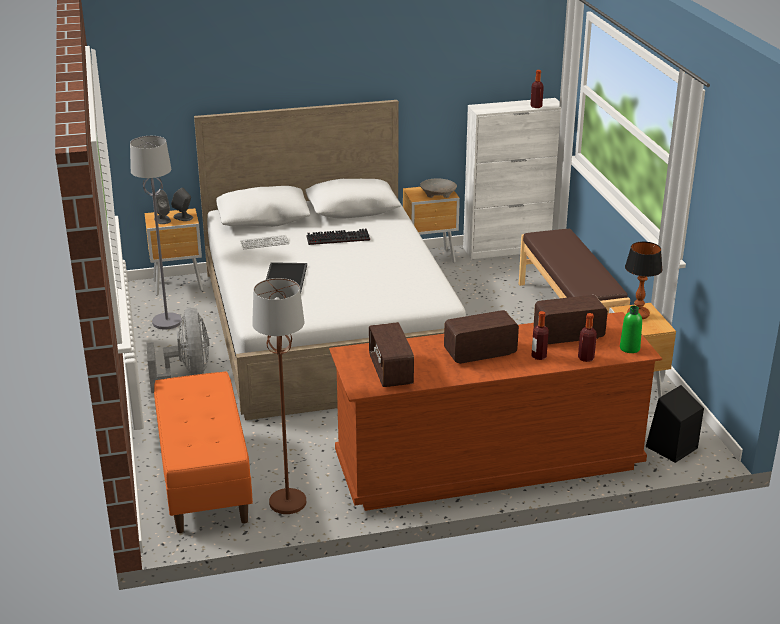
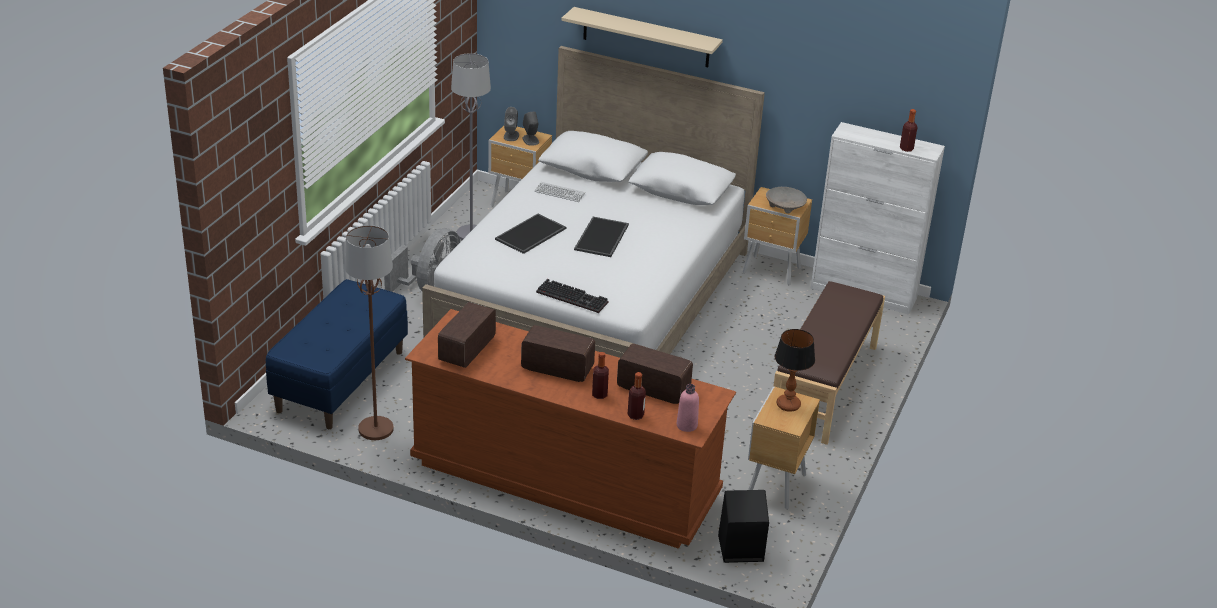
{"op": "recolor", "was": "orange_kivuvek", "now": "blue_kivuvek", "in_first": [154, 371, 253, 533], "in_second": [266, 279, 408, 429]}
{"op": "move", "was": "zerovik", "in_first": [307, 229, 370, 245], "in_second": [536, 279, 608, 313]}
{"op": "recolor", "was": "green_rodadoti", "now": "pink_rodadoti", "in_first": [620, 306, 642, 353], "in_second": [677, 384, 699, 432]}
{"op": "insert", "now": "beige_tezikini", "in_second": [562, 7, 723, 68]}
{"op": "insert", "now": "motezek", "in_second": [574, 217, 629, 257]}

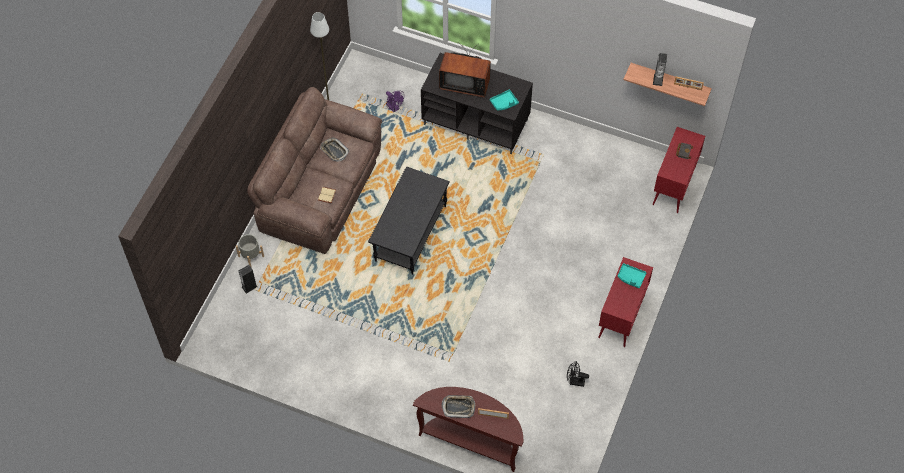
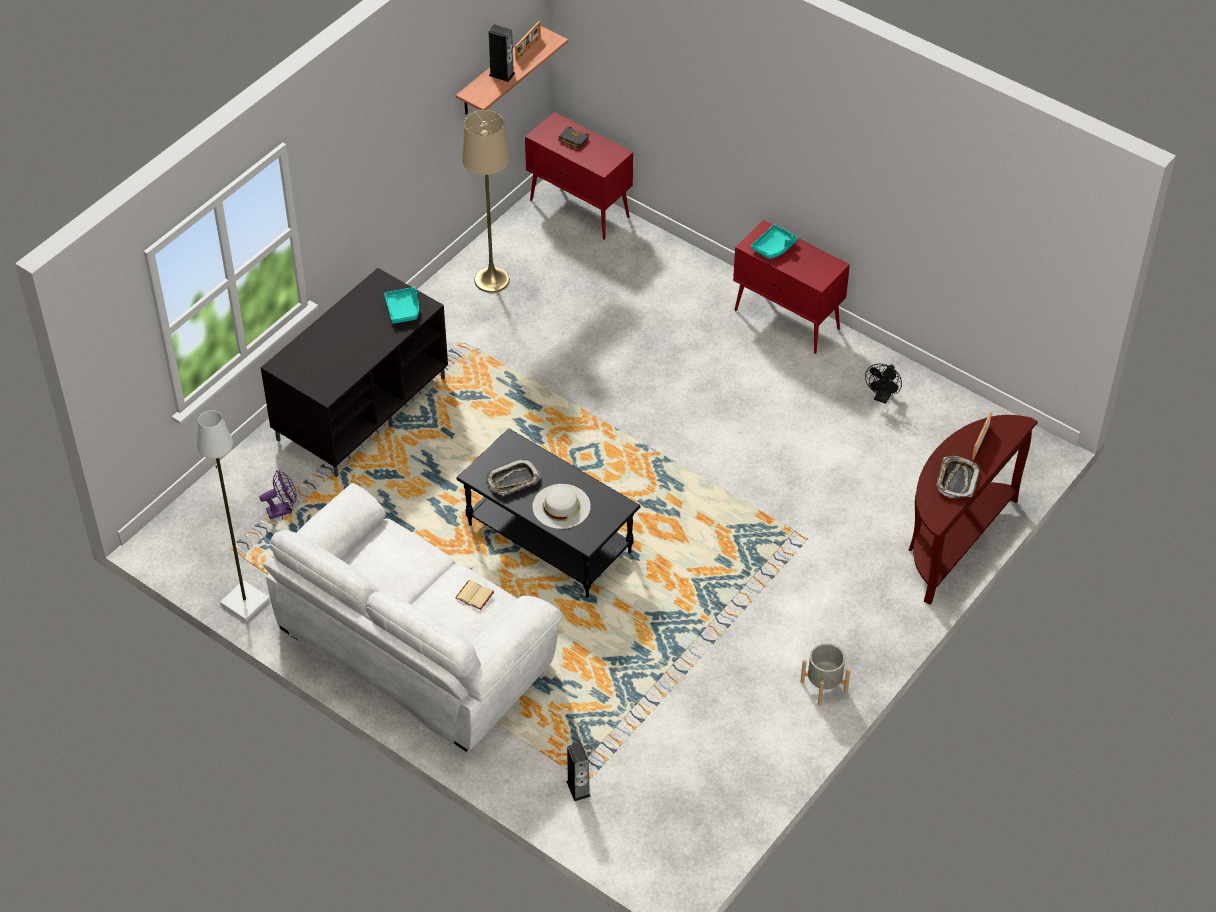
{"op": "move", "was": "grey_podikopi", "in_first": [236, 234, 264, 267], "in_second": [800, 643, 850, 706]}
{"op": "recolor", "was": "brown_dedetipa", "now": "white_dedetipa", "in_first": [247, 87, 382, 254], "in_second": [263, 483, 562, 752]}
{"op": "move", "was": "motezek", "in_first": [320, 138, 349, 162], "in_second": [486, 458, 540, 495]}
{"op": "delete", "was": "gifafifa", "in_first": [439, 43, 491, 97]}
{"op": "insert", "now": "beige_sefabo", "in_second": [462, 110, 510, 293]}
{"op": "insert", "now": "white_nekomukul", "in_second": [532, 484, 591, 529]}

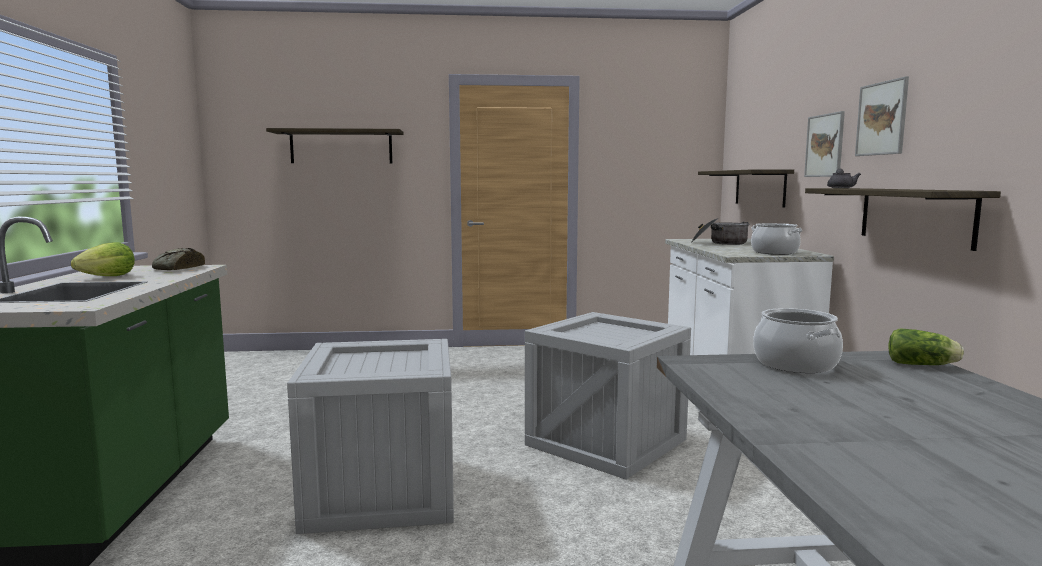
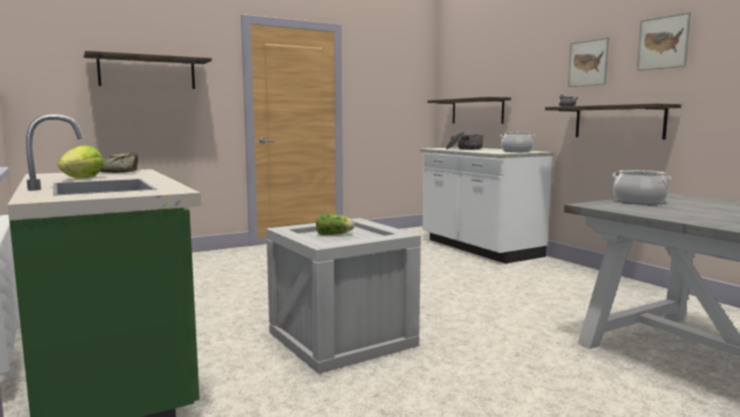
{"op": "delete", "was": "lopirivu", "in_first": [525, 312, 691, 480]}
{"op": "move", "was": "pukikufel", "in_first": [804, 111, 845, 177], "in_second": [637, 12, 691, 71]}
{"op": "move", "was": "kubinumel", "in_first": [888, 328, 964, 365], "in_second": [316, 214, 354, 235]}

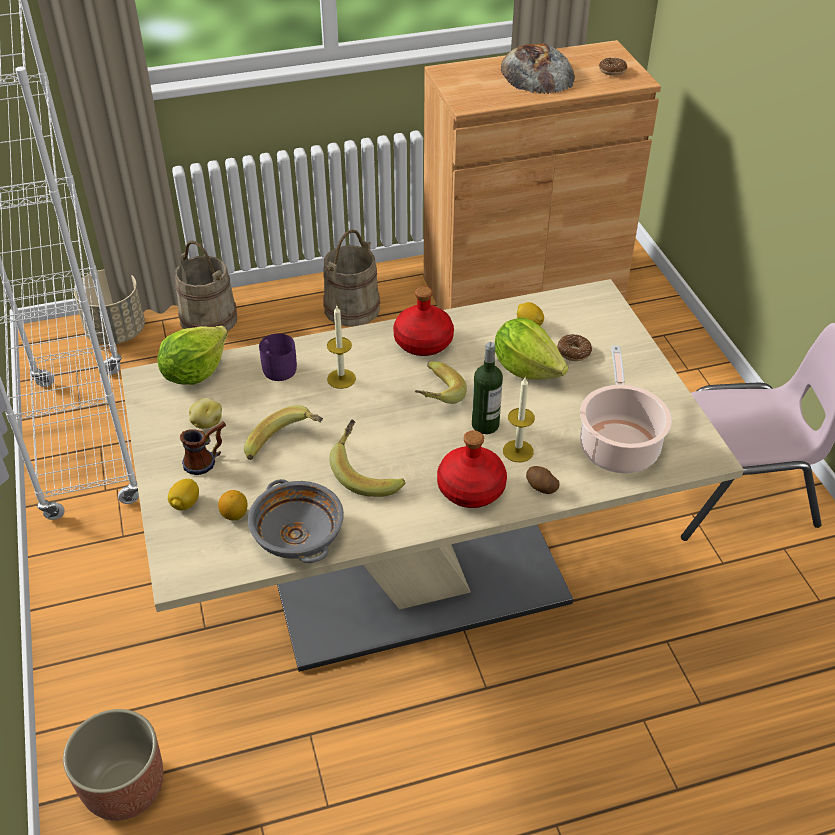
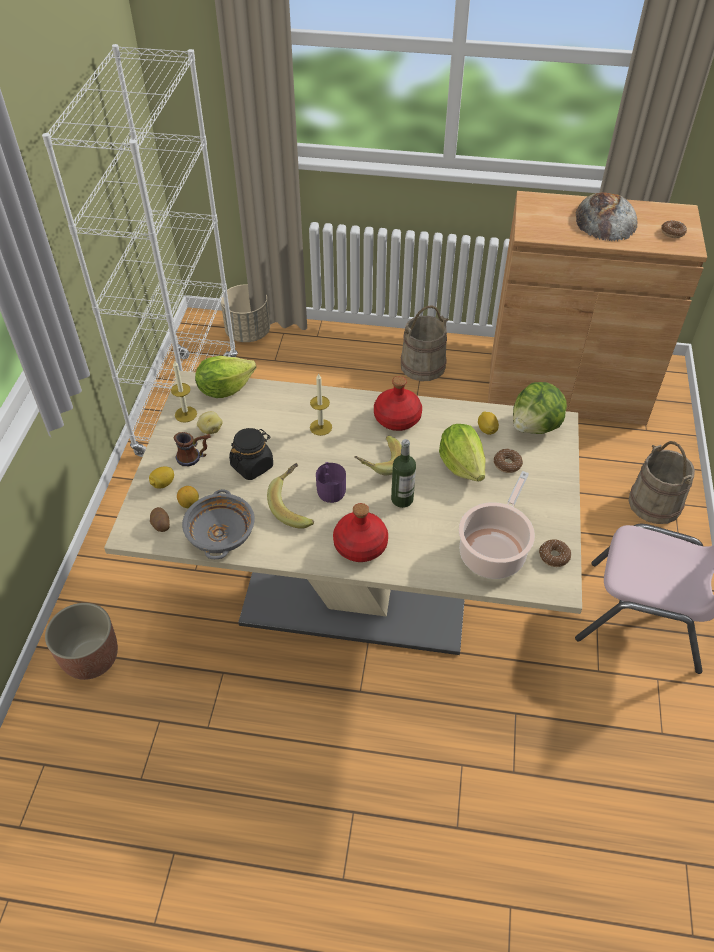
{"op": "move", "was": "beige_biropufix", "in_first": [174, 241, 237, 332], "in_second": [629, 441, 695, 524]}
{"op": "replace", "was": "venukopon", "now": "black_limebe", "in_first": [244, 405, 323, 460], "in_second": [229, 428, 273, 480]}
{"op": "move", "was": "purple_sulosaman", "in_first": [259, 333, 297, 381], "in_second": [316, 462, 346, 503]}
{"op": "move", "was": "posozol", "in_first": [503, 376, 535, 462], "in_second": [171, 360, 197, 423]}
{"op": "move", "was": "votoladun", "in_first": [526, 466, 560, 494], "in_second": [150, 507, 170, 532]}
{"op": "insert", "now": "kubinumel", "in_second": [513, 382, 567, 434]}
{"op": "insert", "now": "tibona", "in_second": [539, 539, 571, 567]}

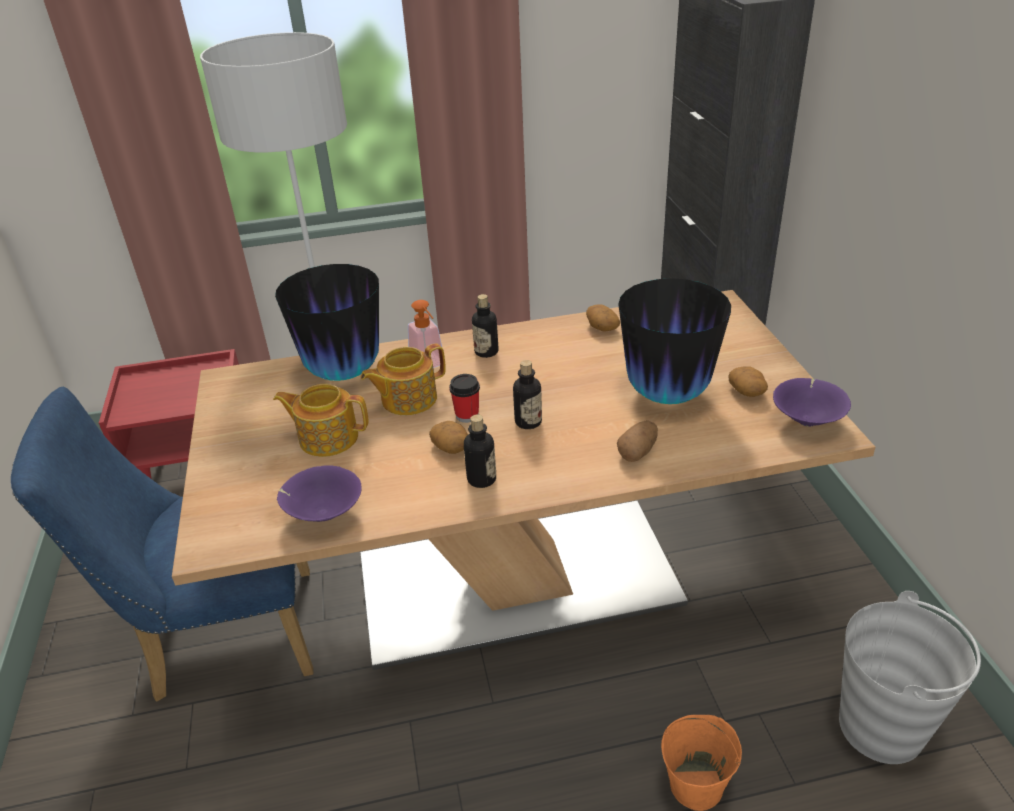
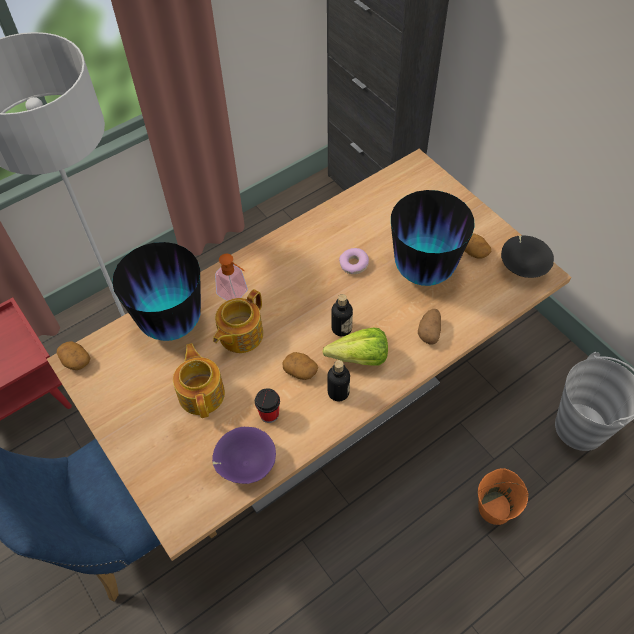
{"op": "rotate", "was": "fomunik", "in_first": [273, 384, 369, 457], "in_second": [173, 343, 225, 418], "clockwise": 90}
{"op": "move", "was": "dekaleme", "in_first": [449, 374, 480, 423], "in_second": [255, 388, 280, 423]}
{"op": "delete", "was": "rodadoti", "in_first": [472, 294, 499, 358]}
{"op": "move", "was": "votoladun", "in_first": [586, 304, 620, 332], "in_second": [57, 341, 91, 370]}
{"op": "recolor", "was": "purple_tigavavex", "now": "black_tigavavex", "in_first": [773, 378, 851, 427], "in_second": [501, 235, 554, 278]}
{"op": "insert", "now": "kubinumel", "in_second": [322, 328, 388, 366]}
{"op": "insert", "now": "tibona", "in_second": [339, 248, 369, 274]}

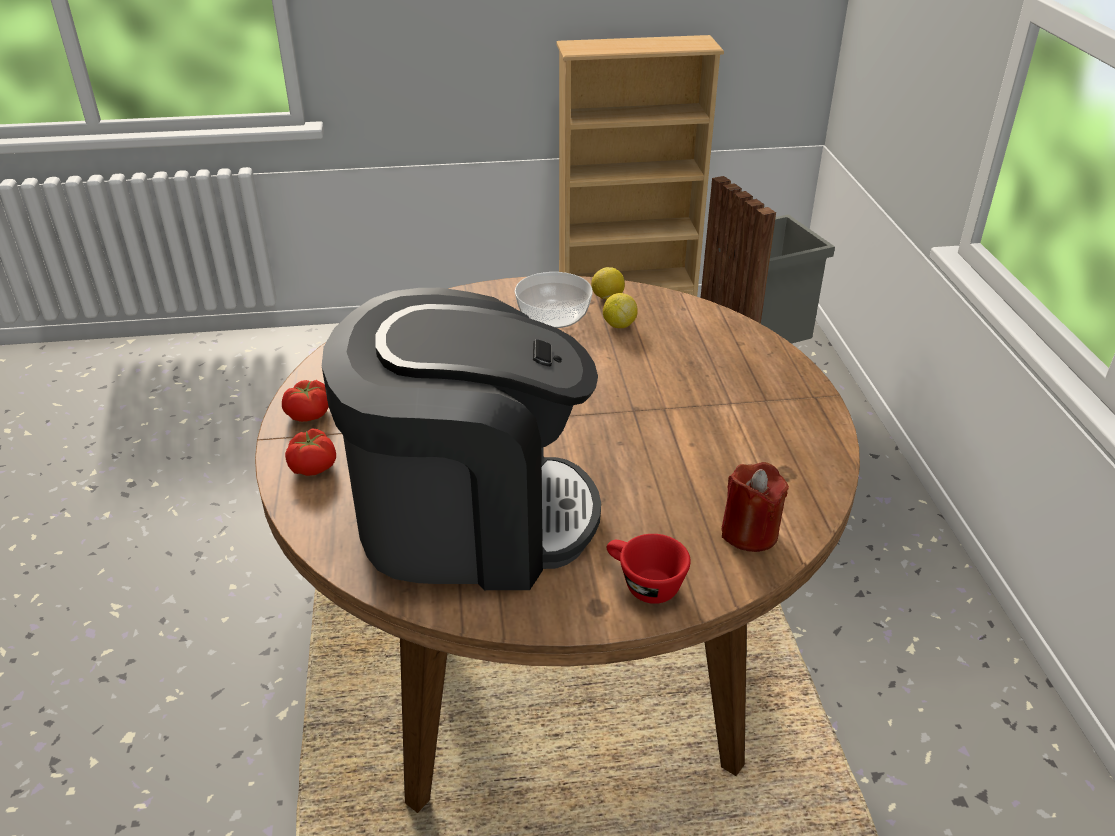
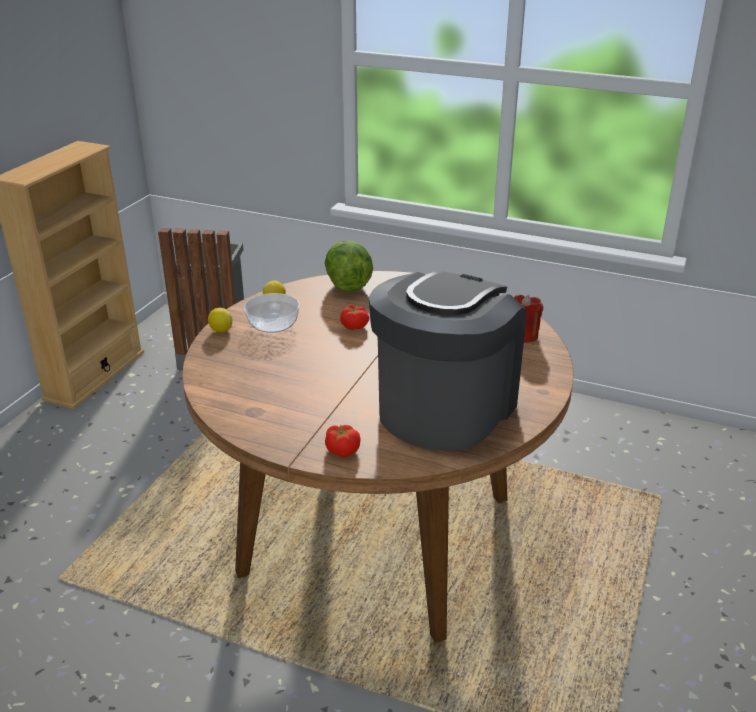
{"op": "move", "was": "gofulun", "in_first": [282, 380, 329, 422], "in_second": [340, 304, 370, 330]}
{"op": "move", "was": "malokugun", "in_first": [603, 293, 638, 328], "in_second": [208, 308, 232, 332]}
{"op": "delete", "was": "red_dekaleme", "in_first": [607, 534, 691, 604]}
{"op": "insert", "now": "kubinumel", "in_second": [325, 240, 373, 292]}

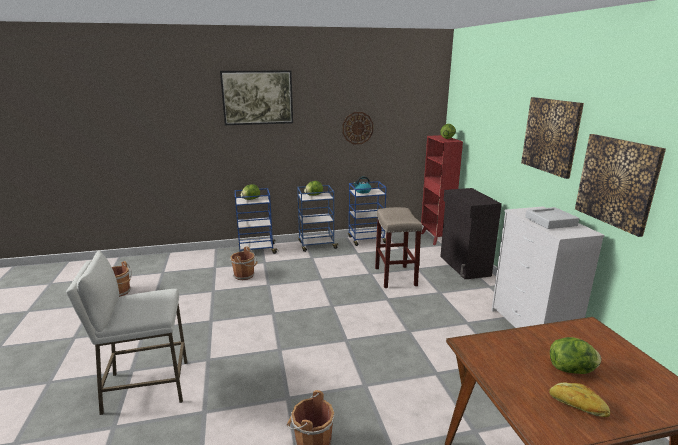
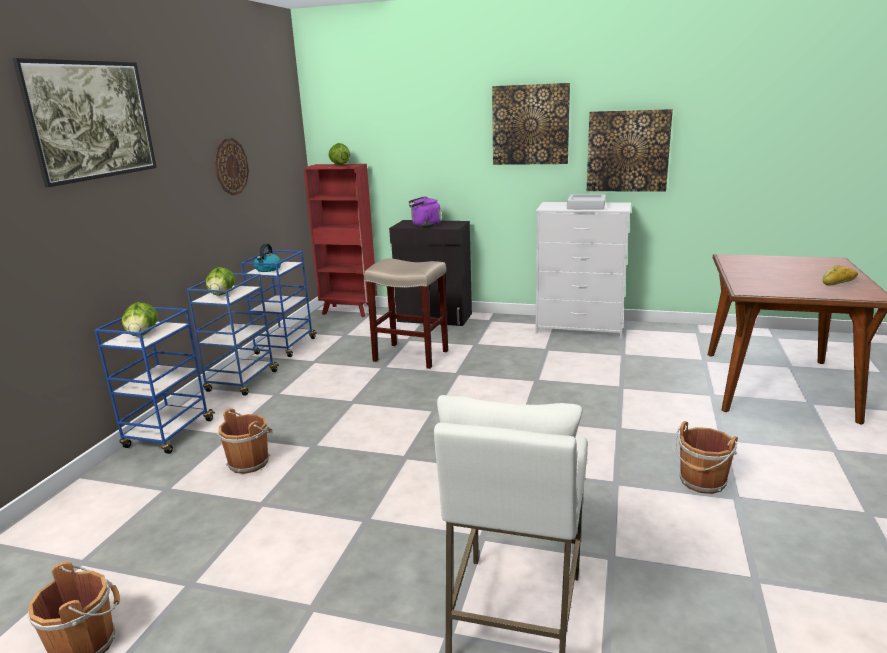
{"op": "delete", "was": "kubinumel", "in_first": [550, 337, 601, 374]}
{"op": "insert", "now": "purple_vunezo", "in_second": [409, 196, 441, 227]}

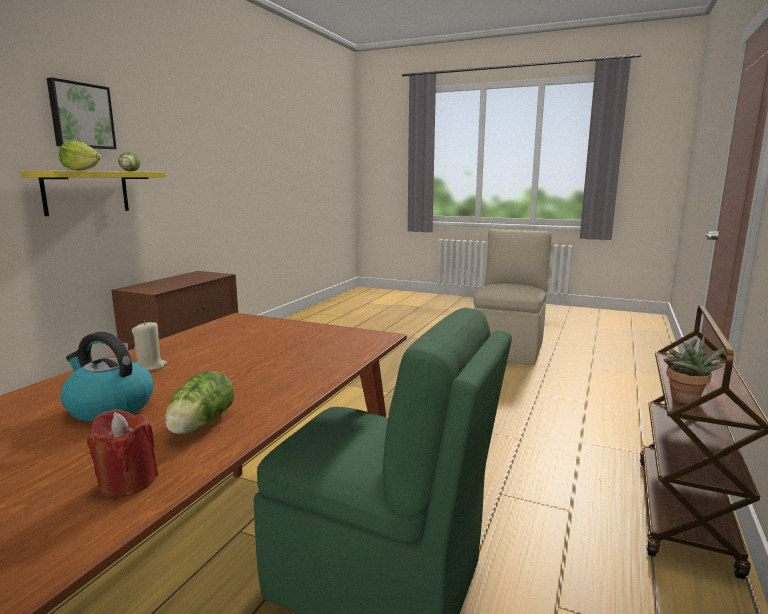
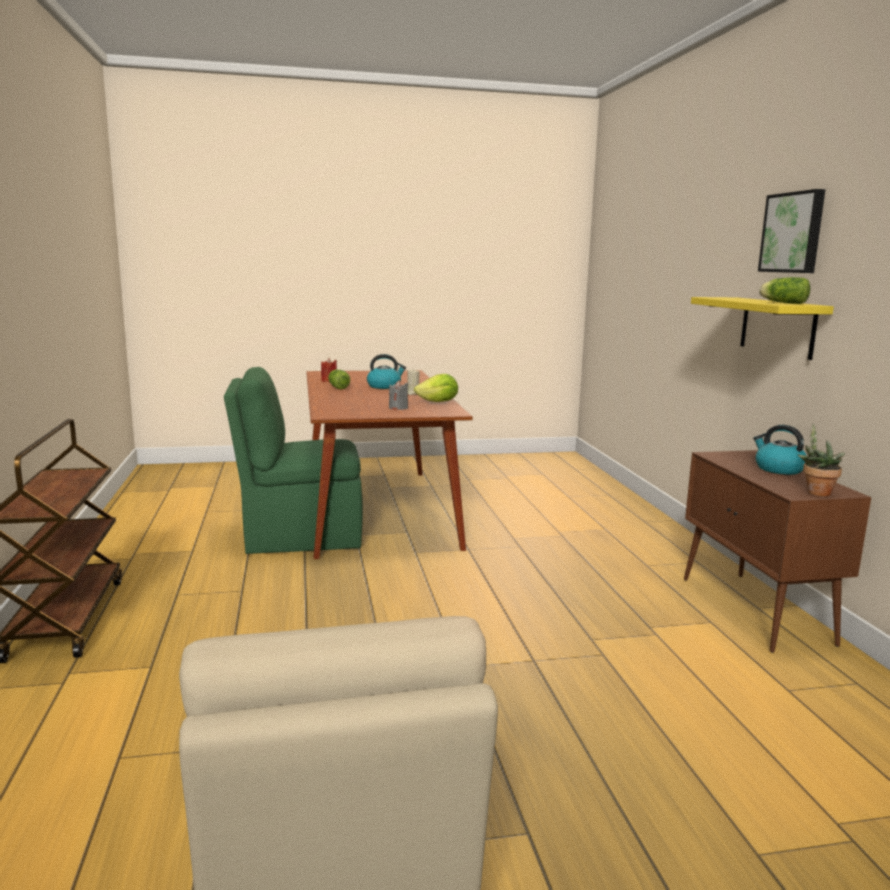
{"op": "move", "was": "kubinumel", "in_first": [59, 140, 101, 171], "in_second": [414, 374, 458, 402]}
{"op": "move", "was": "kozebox", "in_first": [664, 336, 725, 404], "in_second": [798, 424, 845, 496]}
{"op": "insert", "now": "grey_posozol", "in_second": [389, 380, 408, 410]}
{"op": "insert", "now": "vunezo", "in_second": [753, 425, 807, 475]}

